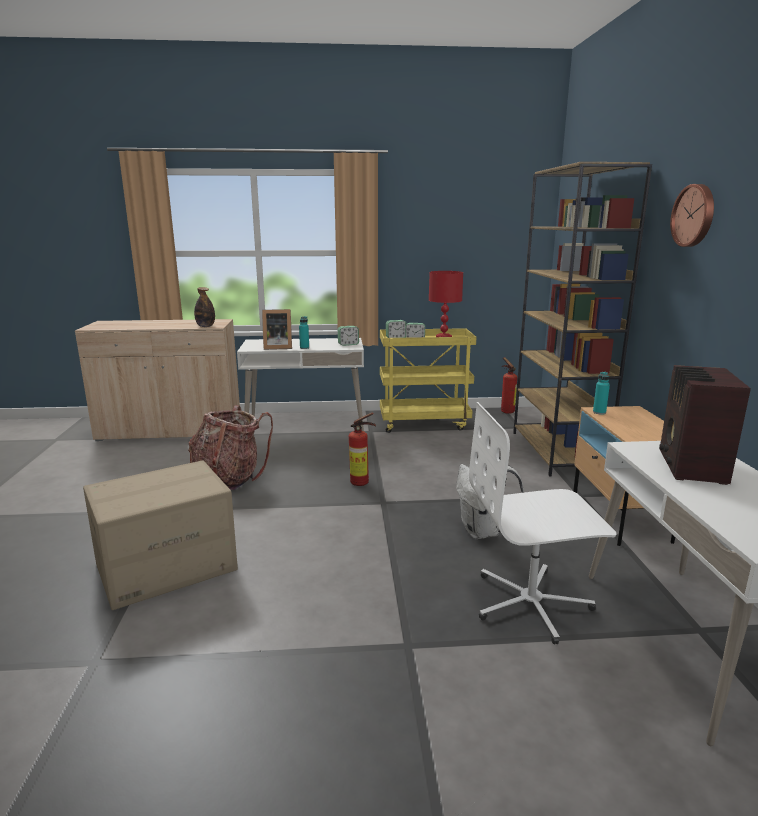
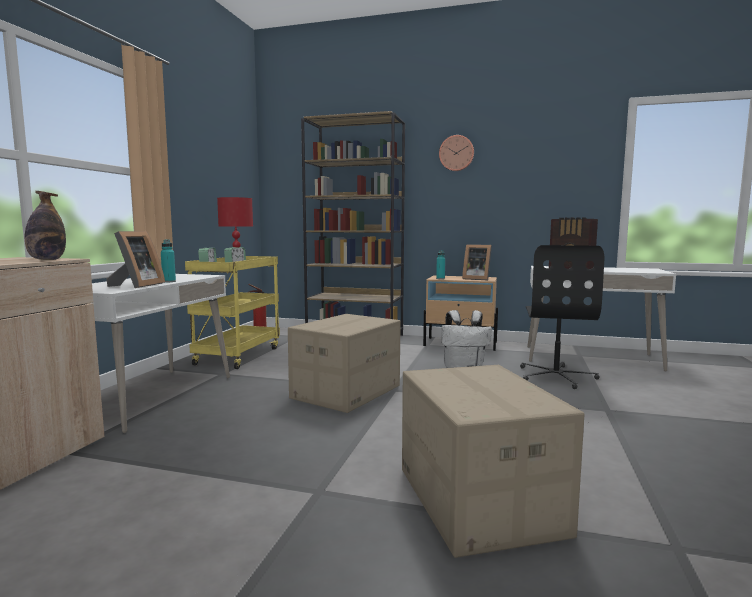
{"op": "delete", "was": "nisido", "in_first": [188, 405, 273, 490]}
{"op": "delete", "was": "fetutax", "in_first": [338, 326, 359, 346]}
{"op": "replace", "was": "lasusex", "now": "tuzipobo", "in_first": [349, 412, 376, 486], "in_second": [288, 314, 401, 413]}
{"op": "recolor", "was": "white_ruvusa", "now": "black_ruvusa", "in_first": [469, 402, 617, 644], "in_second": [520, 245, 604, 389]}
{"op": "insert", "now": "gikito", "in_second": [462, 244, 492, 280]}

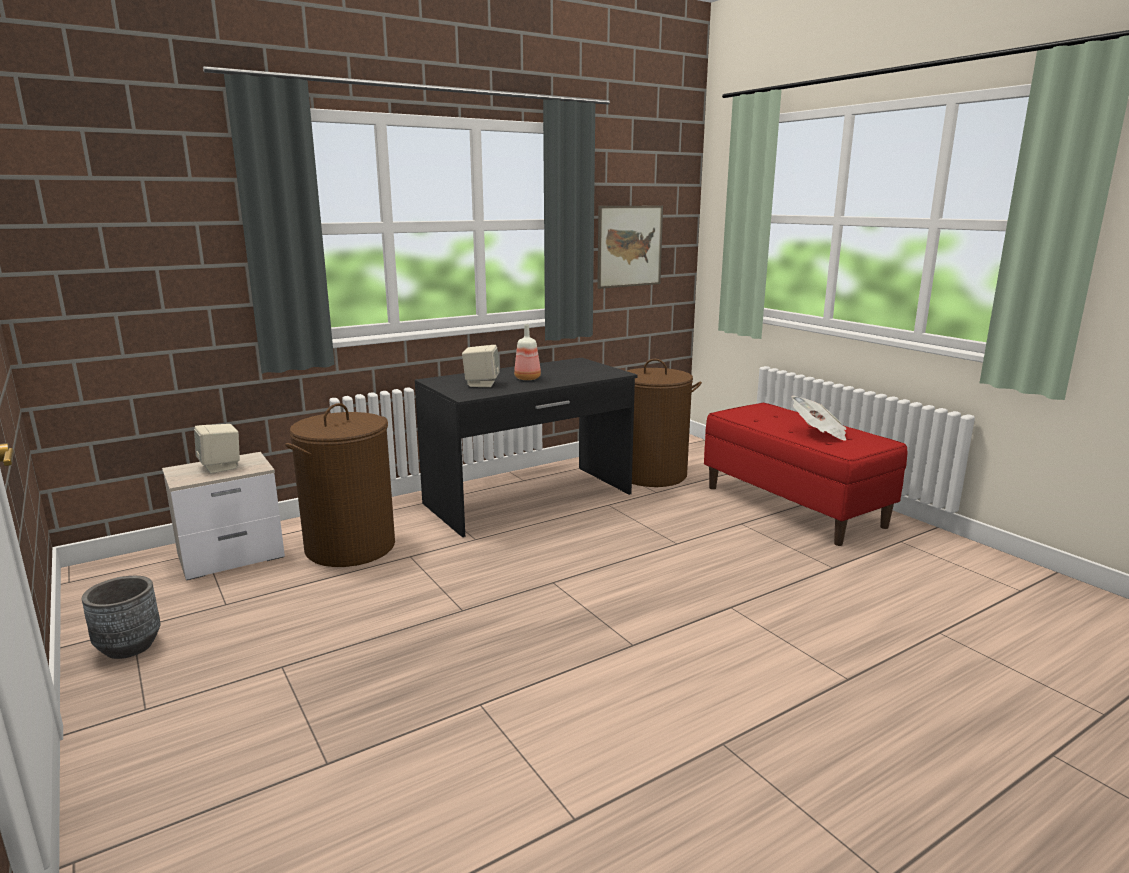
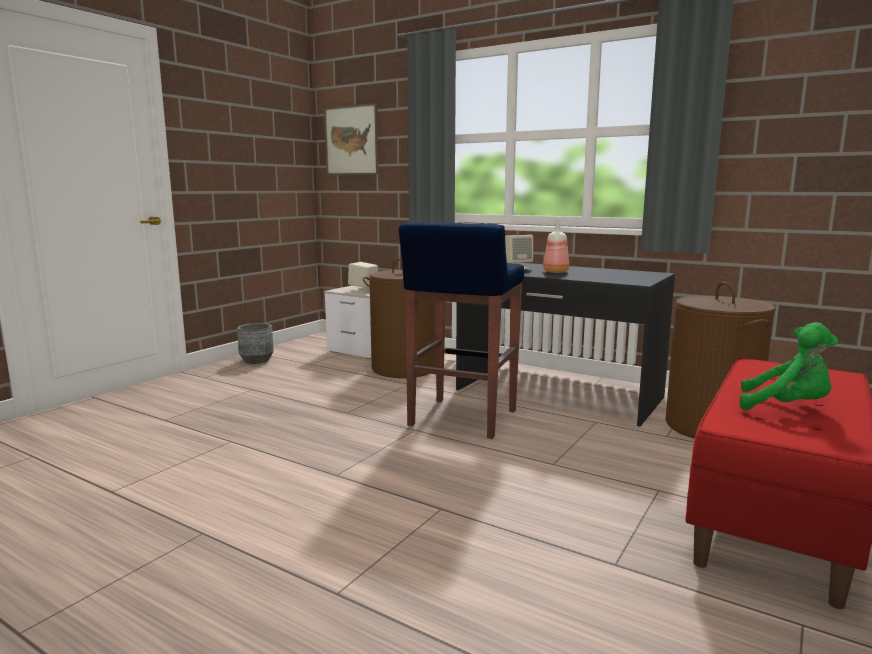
{"op": "move", "was": "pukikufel", "in_first": [597, 206, 663, 289], "in_second": [324, 103, 379, 175]}
{"op": "replace", "was": "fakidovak", "now": "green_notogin", "in_first": [792, 396, 847, 441], "in_second": [740, 322, 838, 410]}
{"op": "insert", "now": "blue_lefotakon", "in_second": [399, 222, 524, 439]}

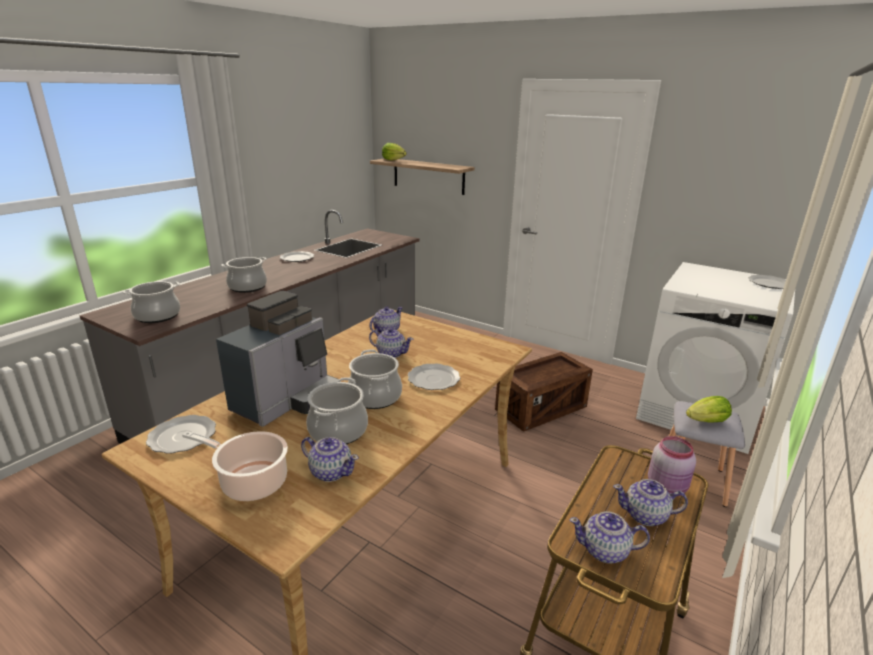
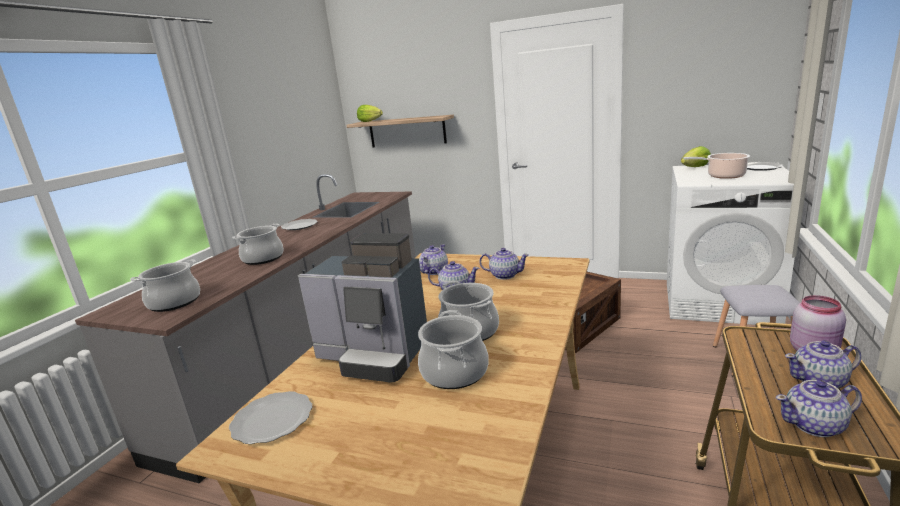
{"op": "move", "was": "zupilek", "in_first": [182, 431, 288, 501], "in_second": [683, 153, 750, 179]}
{"op": "rotate", "was": "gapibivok", "in_first": [216, 291, 339, 427], "in_second": [298, 233, 427, 382], "clockwise": 90}
{"op": "move", "was": "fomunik", "in_first": [301, 437, 359, 482], "in_second": [479, 248, 529, 280]}
{"op": "delete", "was": "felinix", "in_first": [408, 363, 460, 390]}
{"op": "move", "was": "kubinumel", "in_first": [686, 396, 732, 423], "in_second": [681, 146, 711, 167]}

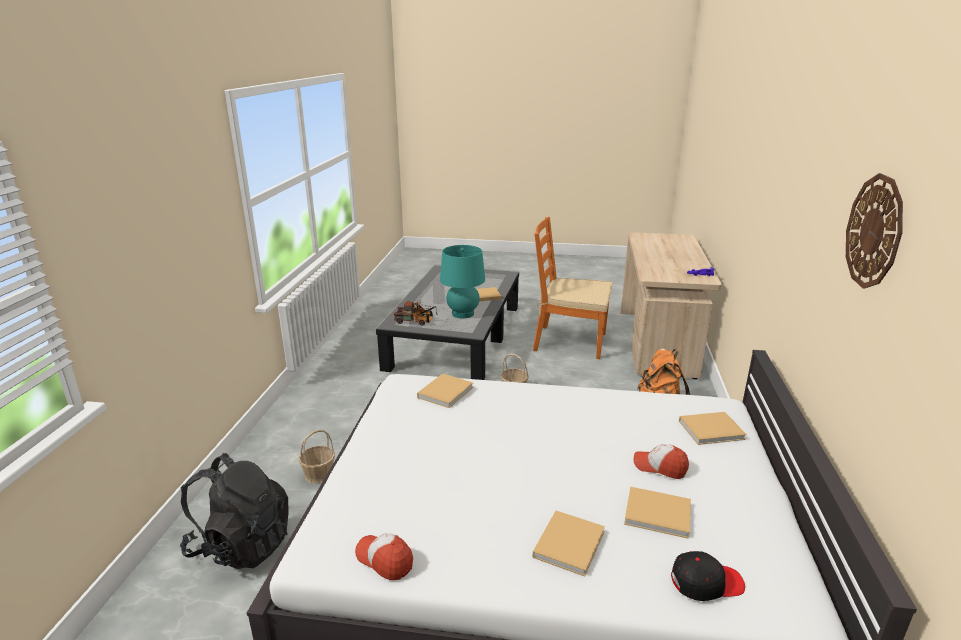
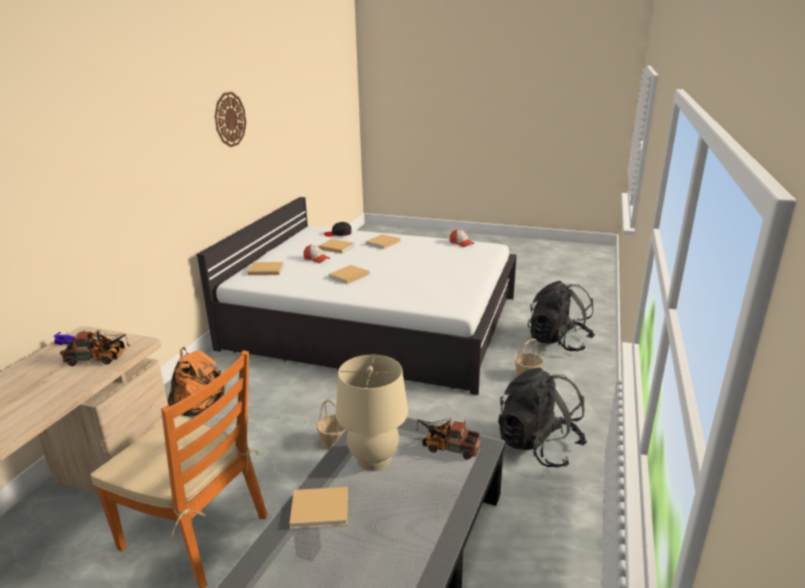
{"op": "move", "was": "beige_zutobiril", "in_first": [417, 373, 473, 408], "in_second": [328, 265, 370, 284]}
{"op": "recolor", "was": "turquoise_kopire", "now": "beige_kopire", "in_first": [440, 245, 485, 318], "in_second": [336, 355, 408, 471]}
{"op": "insert", "now": "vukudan", "in_second": [60, 330, 130, 366]}
{"op": "insert", "now": "black_nisido", "in_second": [498, 368, 587, 468]}

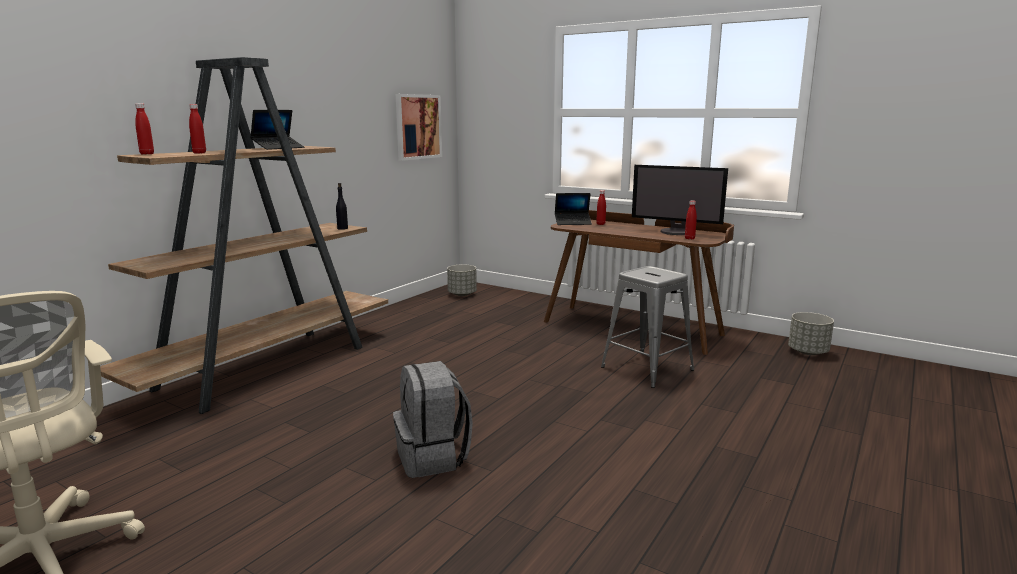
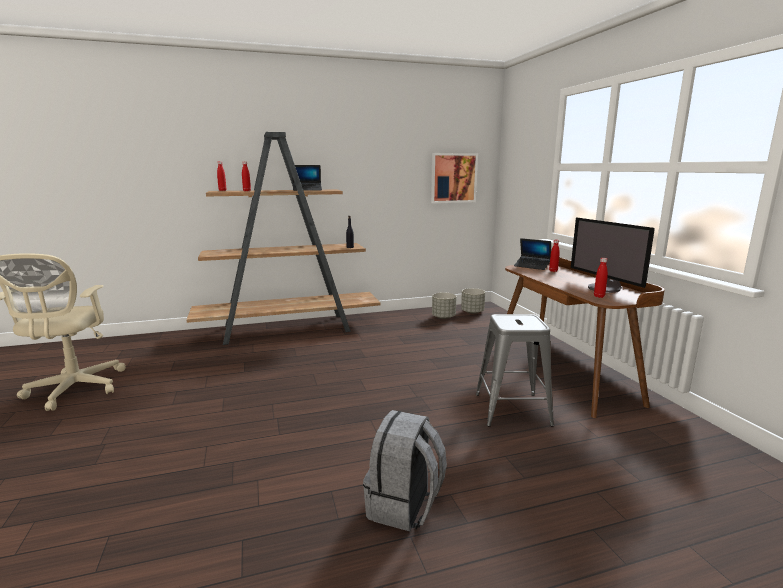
{"op": "move", "was": "grey_nisido", "in_first": [393, 361, 473, 478], "in_second": [363, 410, 447, 532]}
{"op": "move", "was": "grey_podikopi", "in_first": [788, 312, 834, 355], "in_second": [432, 293, 457, 319]}

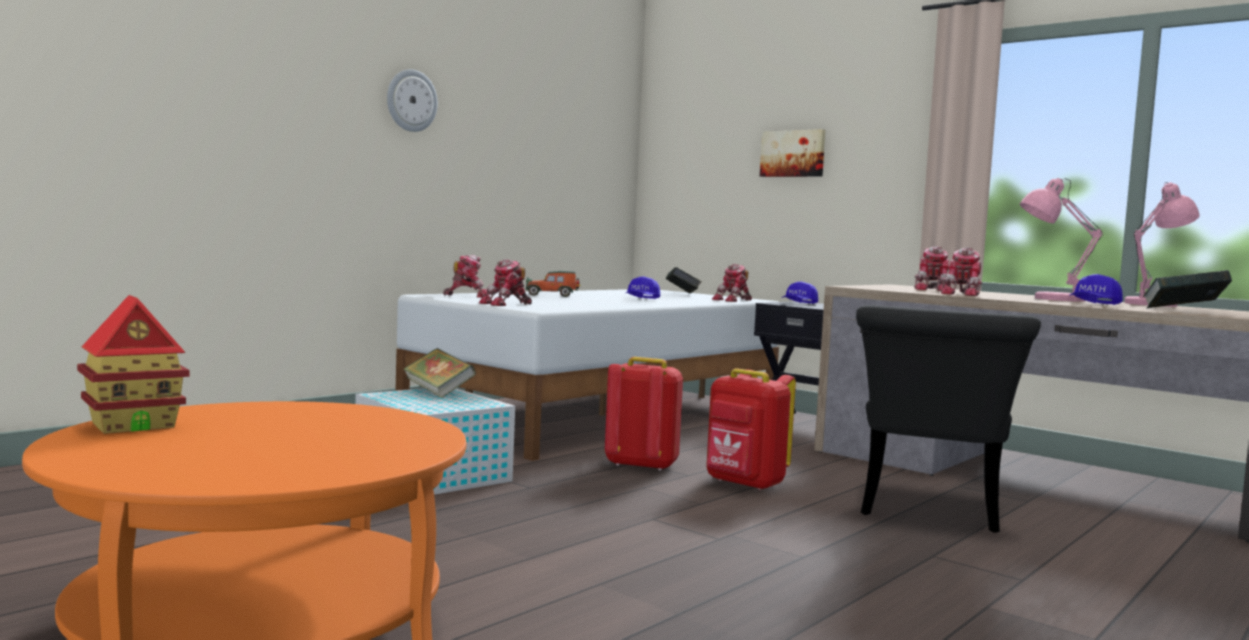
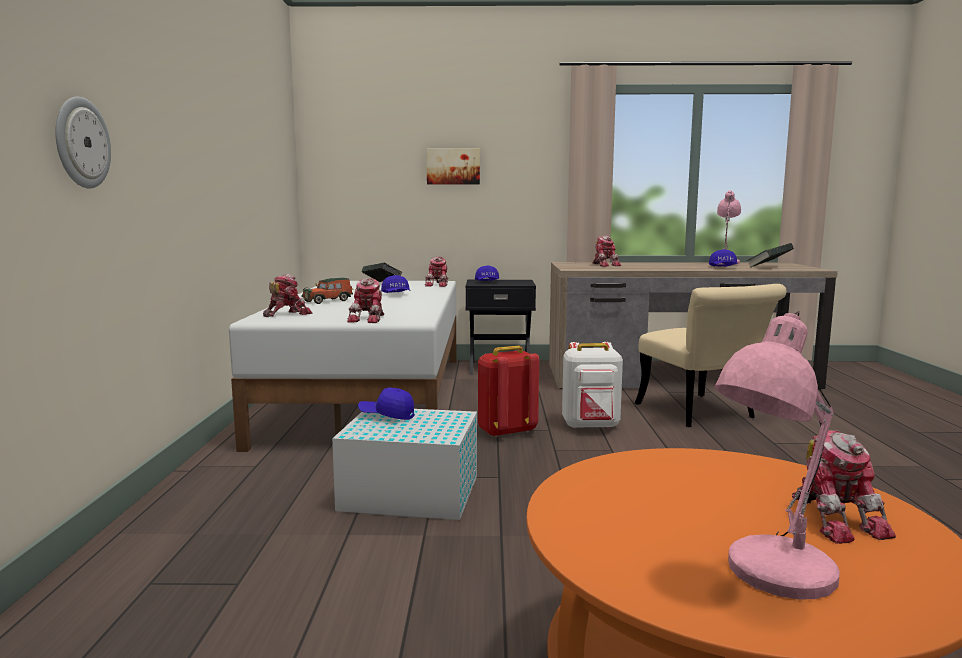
{"op": "delete", "was": "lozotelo", "in_first": [77, 295, 190, 434]}
{"op": "move", "was": "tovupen", "in_first": [387, 69, 438, 132], "in_second": [55, 96, 111, 188]}
{"op": "replace", "was": "zutobiril", "now": "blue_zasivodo", "in_first": [403, 348, 476, 398], "in_second": [358, 388, 414, 420]}
{"op": "recolor", "was": "red_nisido", "now": "white_nisido", "in_first": [706, 368, 796, 490], "in_second": [562, 342, 623, 429]}
{"op": "recolor", "was": "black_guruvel", "now": "beige_guruvel", "in_first": [856, 305, 1041, 533], "in_second": [635, 284, 786, 427]}
{"op": "move", "was": "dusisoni", "in_first": [940, 247, 982, 296], "in_second": [792, 431, 896, 544]}
{"op": "move", "was": "pink_kopire", "in_first": [1020, 178, 1103, 302], "in_second": [715, 311, 840, 599]}

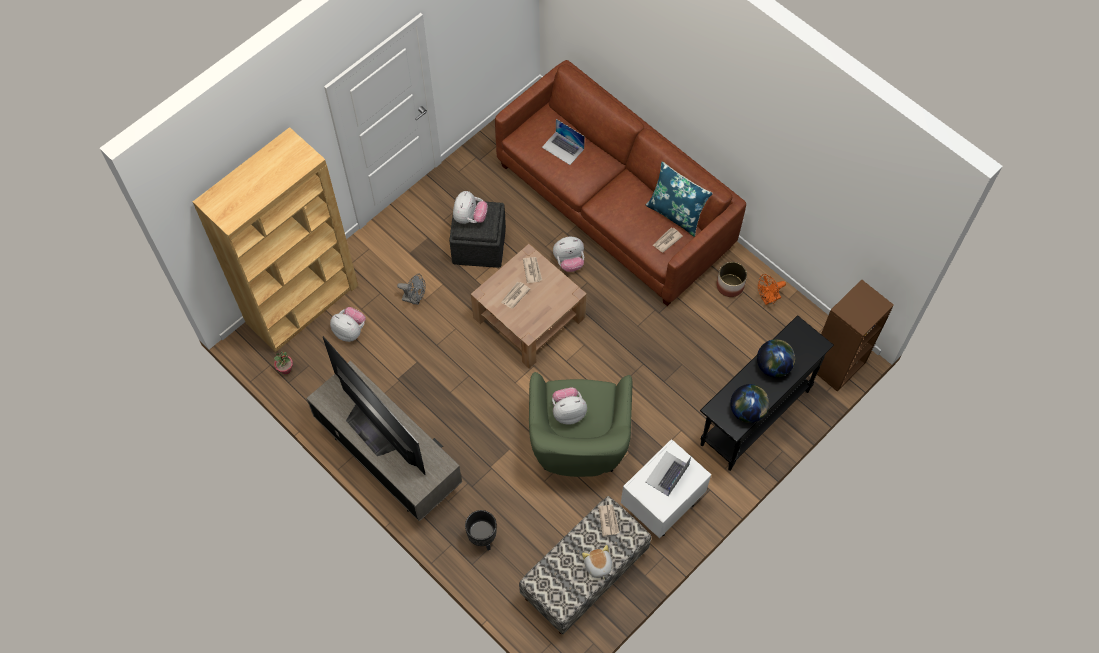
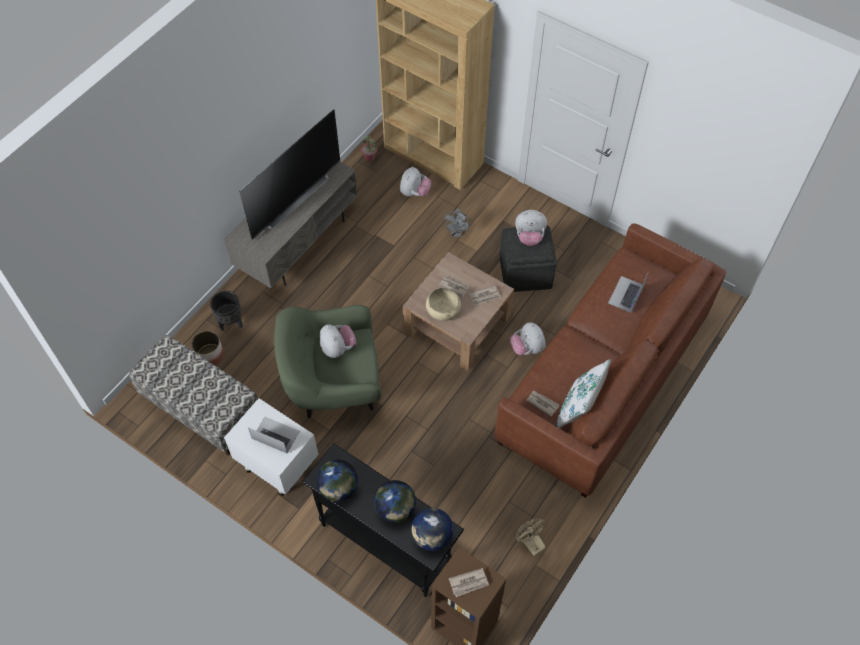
{"op": "delete", "was": "notogin", "in_first": [582, 545, 612, 581]}
{"op": "move", "was": "fakidovak", "in_first": [598, 504, 619, 536], "in_second": [449, 568, 489, 597]}
{"op": "recolor", "was": "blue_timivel", "now": "white_timivel", "in_first": [646, 161, 713, 237], "in_second": [556, 359, 611, 428]}
{"op": "move", "was": "podikopi", "in_first": [716, 262, 747, 297], "in_second": [191, 331, 224, 365]}
{"op": "recolor", "was": "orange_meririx", "now": "beige_meririx", "in_first": [758, 274, 786, 305], "in_second": [516, 518, 545, 556]}
{"op": "insert", "now": "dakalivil", "in_second": [411, 508, 454, 551]}
{"op": "insert", "now": "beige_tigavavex", "in_second": [426, 288, 461, 321]}

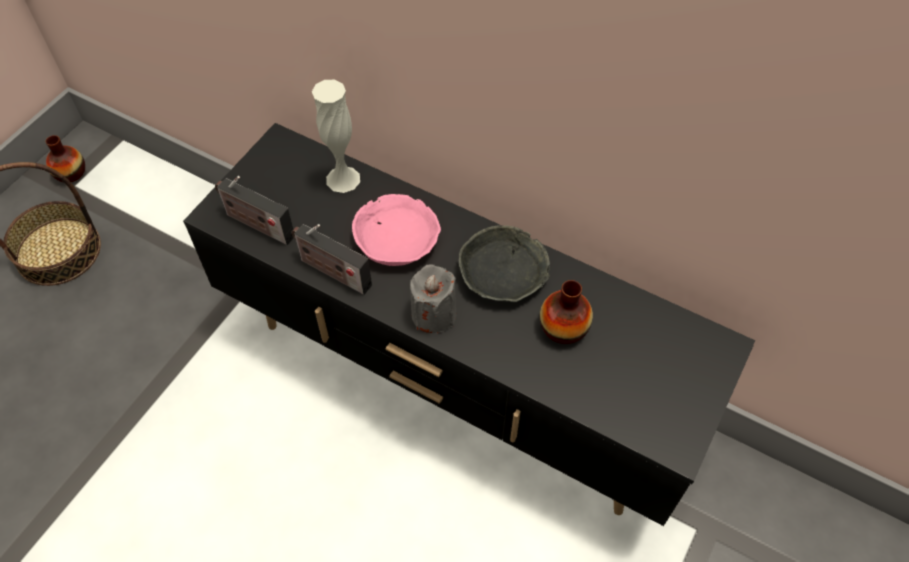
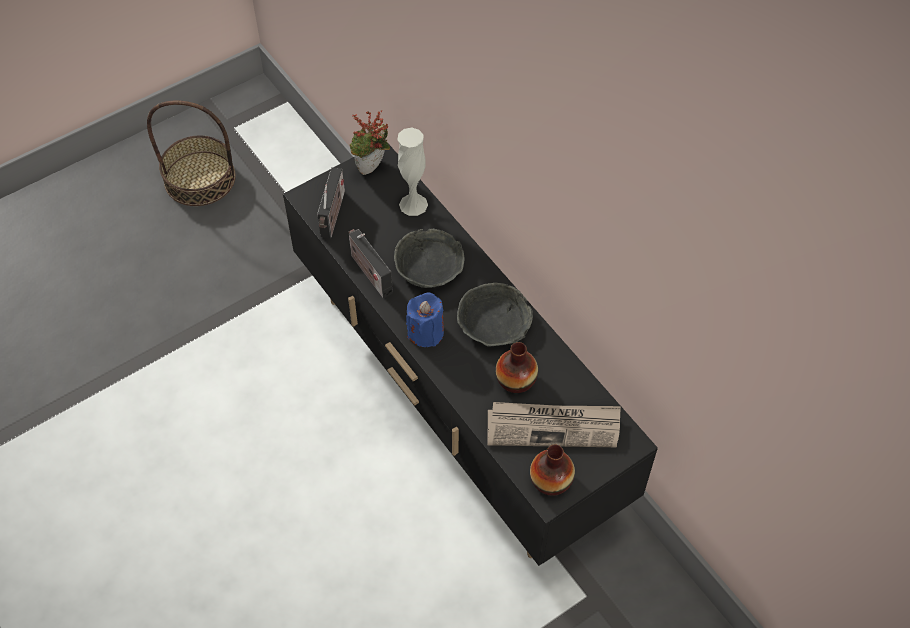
{"op": "move", "was": "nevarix", "in_first": [46, 135, 85, 182], "in_second": [530, 445, 575, 496]}
{"op": "rotate", "was": "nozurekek", "in_first": [215, 176, 293, 245], "in_second": [317, 167, 345, 238], "clockwise": -135}
{"op": "recolor", "was": "pink_tigavavex", "now": "grey_tigavavex", "in_first": [352, 194, 441, 266], "in_second": [394, 229, 465, 288]}
{"op": "recolor", "was": "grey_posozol", "now": "blue_posozol", "in_first": [410, 265, 456, 333], "in_second": [406, 292, 444, 347]}
{"op": "insert", "now": "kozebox", "in_second": [349, 110, 390, 175]}
{"op": "insert", "now": "fakidovak", "in_second": [488, 402, 621, 447]}

